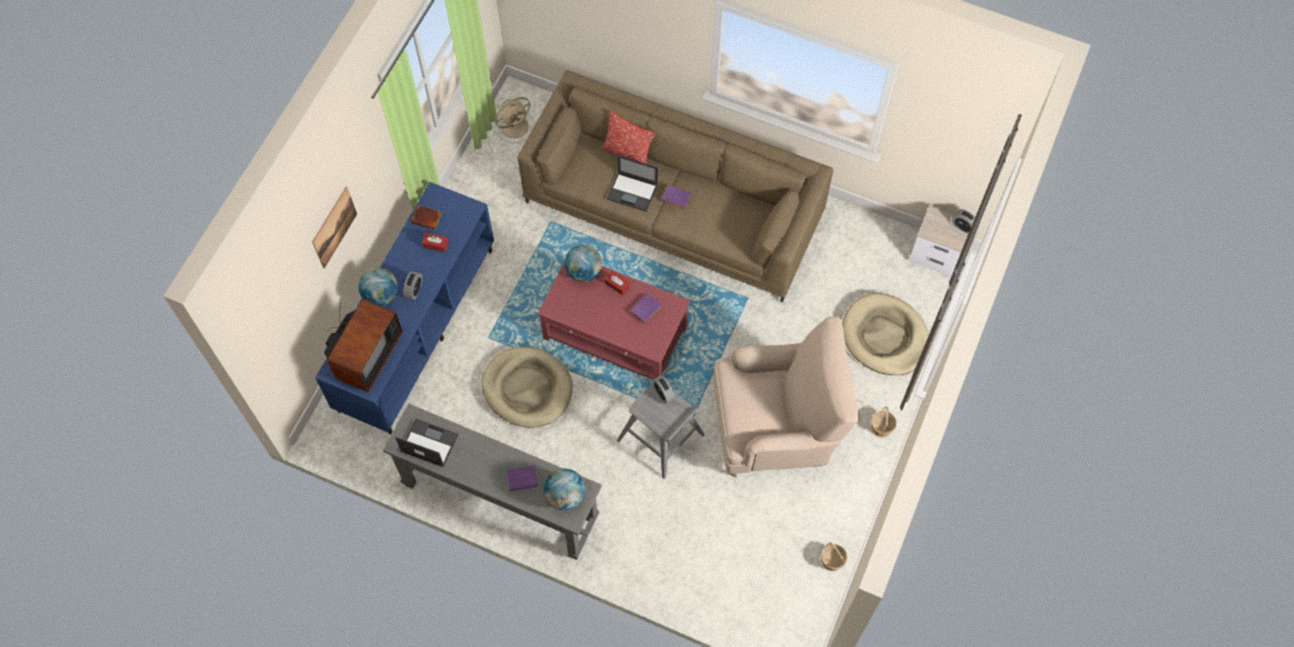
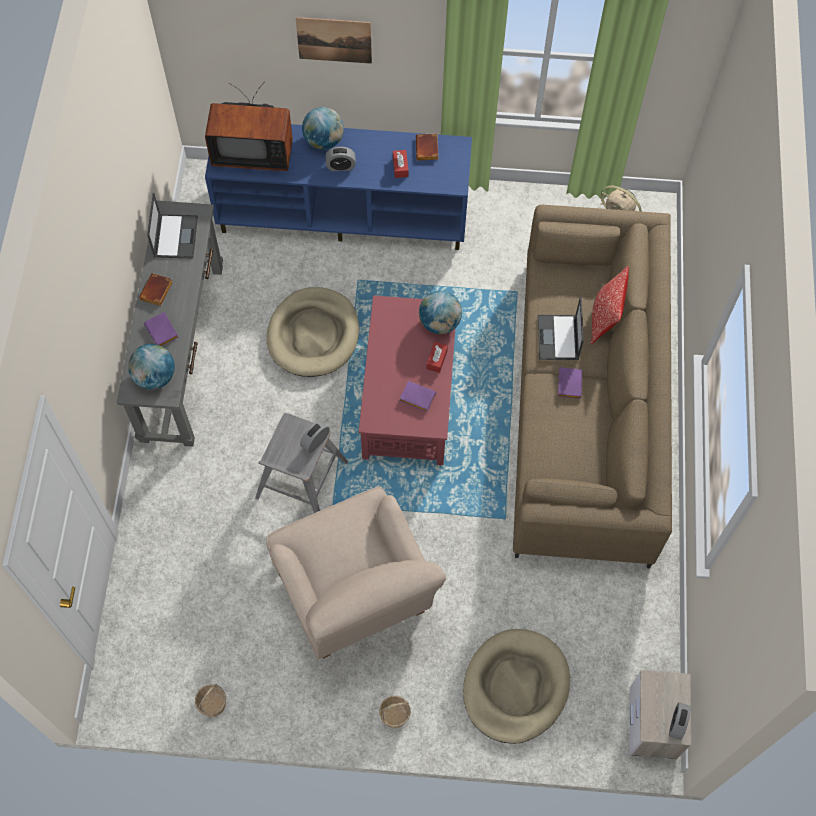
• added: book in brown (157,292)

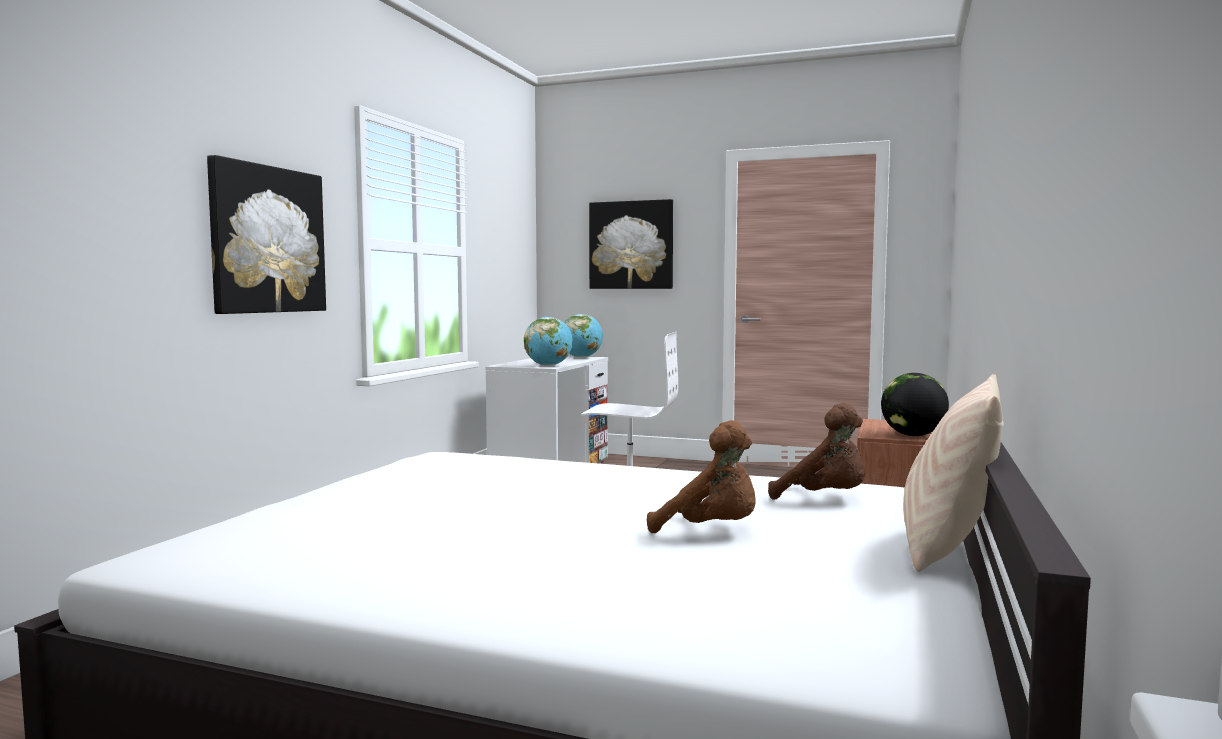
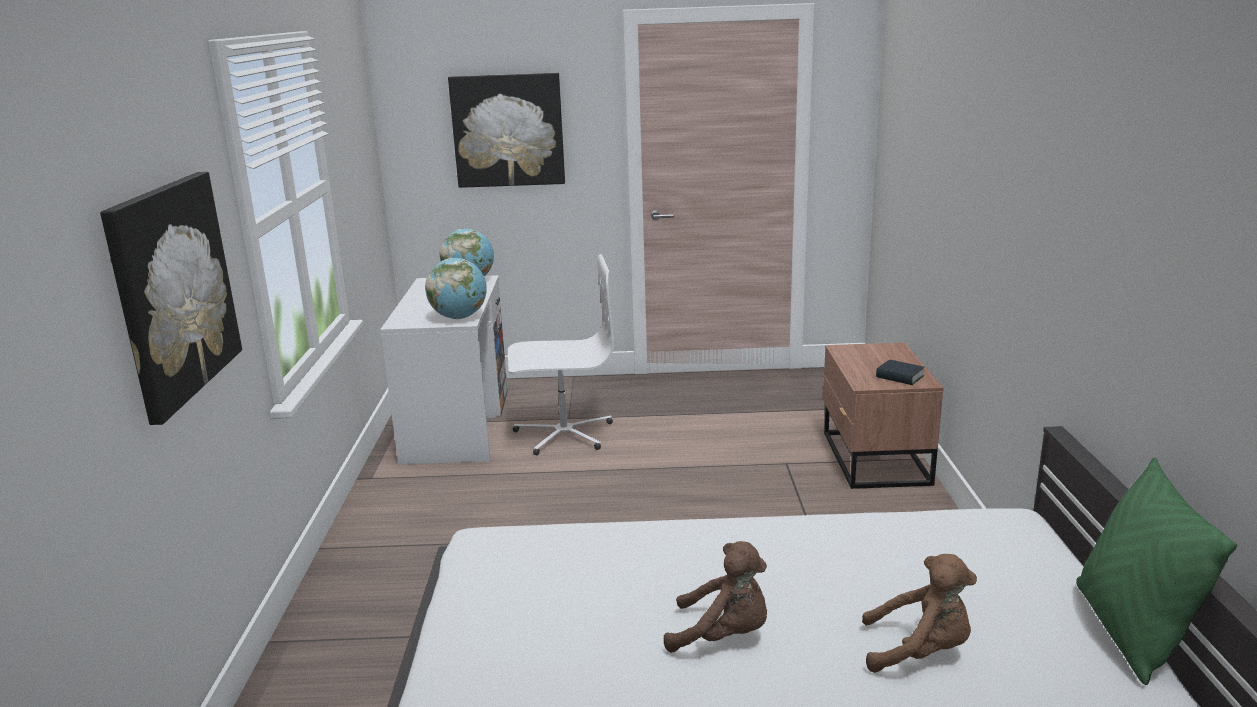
• moved: plush toy in brown (825,499) to (723,636)
• replaced: globe (913,435) to book (899,377)
• recoloured: pillow in beige (948,550) to pillow in green (1130,632)

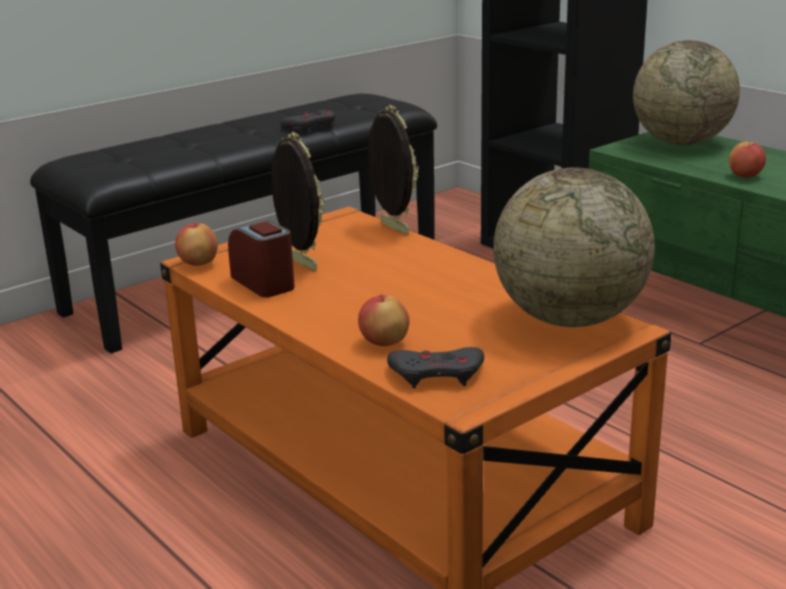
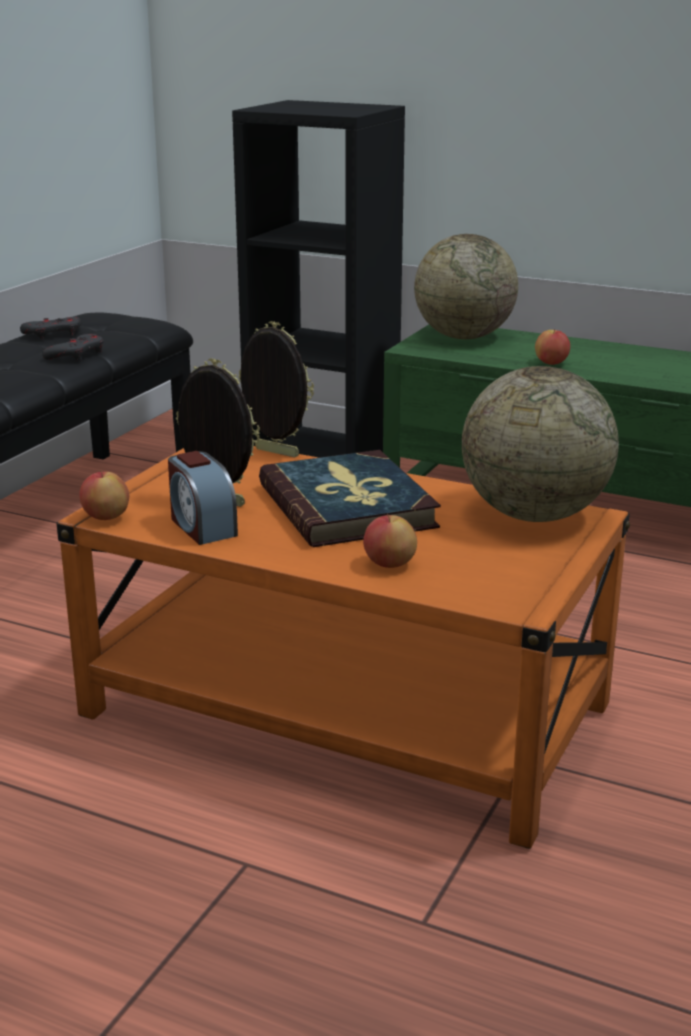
• added: book (348,506)
• moved: game controller in grey (437,374) to (54,334)
• turned: alarm clock (264,283) = (202,526) 150 degrees counterclockwise

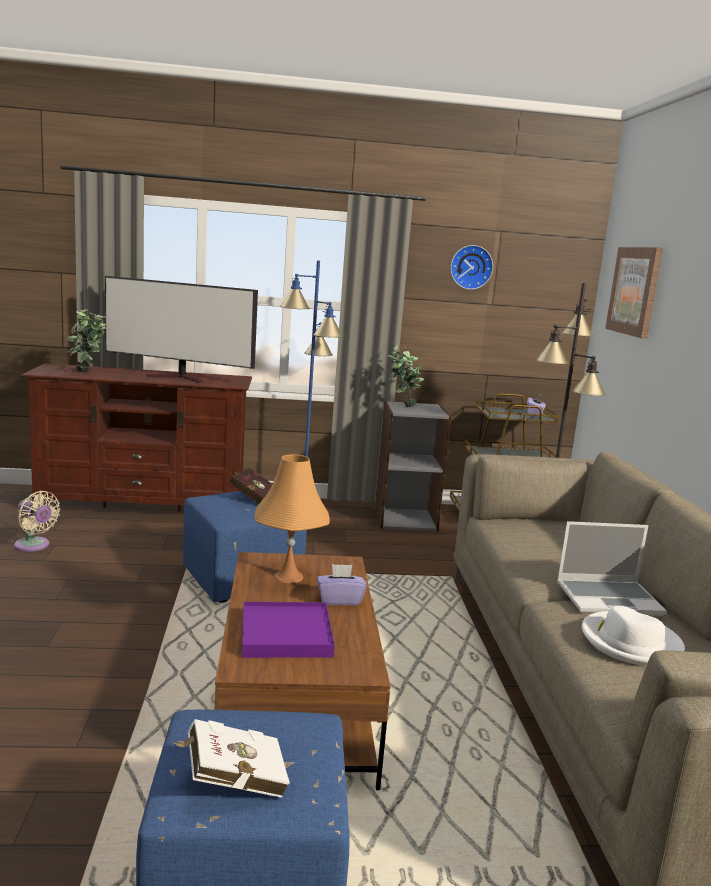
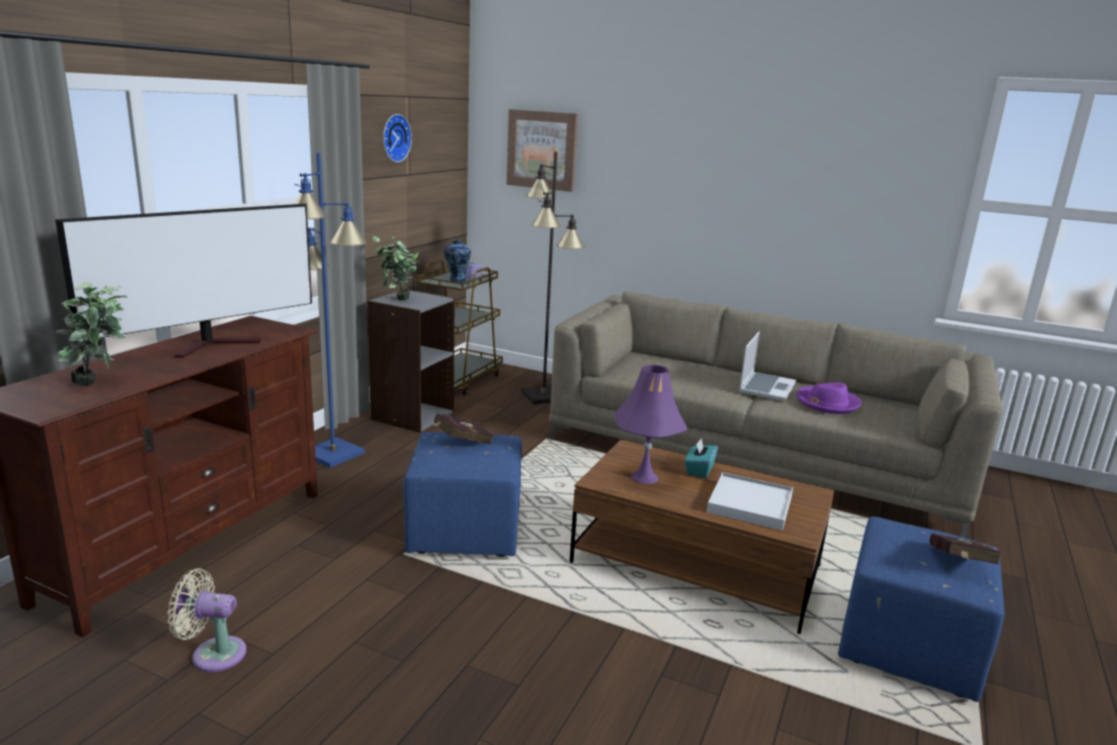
• added: vase (457,281)
• recoloured: book in white (231,780) to book in red (958,565)
• recoloured: tray in purple (286,634) to tray in white (749,504)
• recoloured: table lamp in orange (288,577) to table lamp in purple (644,477)
• recoloured: tissue box in purple (339,600) to tissue box in turquoise (699,470)
• recoloured: hat in white (630,642) to hat in purple (826,403)
• turned: fan in beige (34,546) = (213,654) 150 degrees counterclockwise

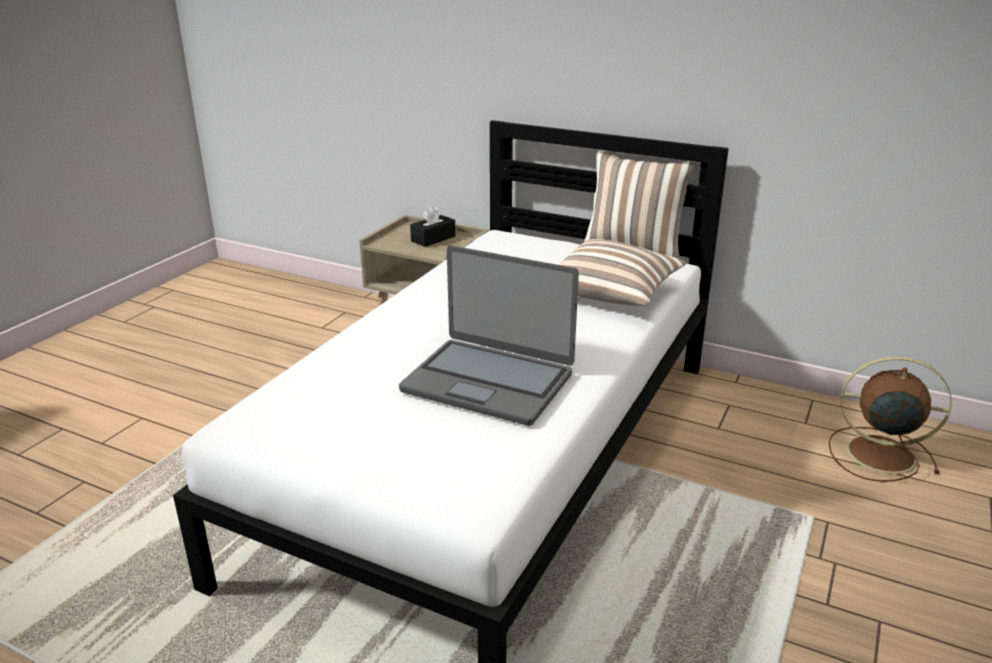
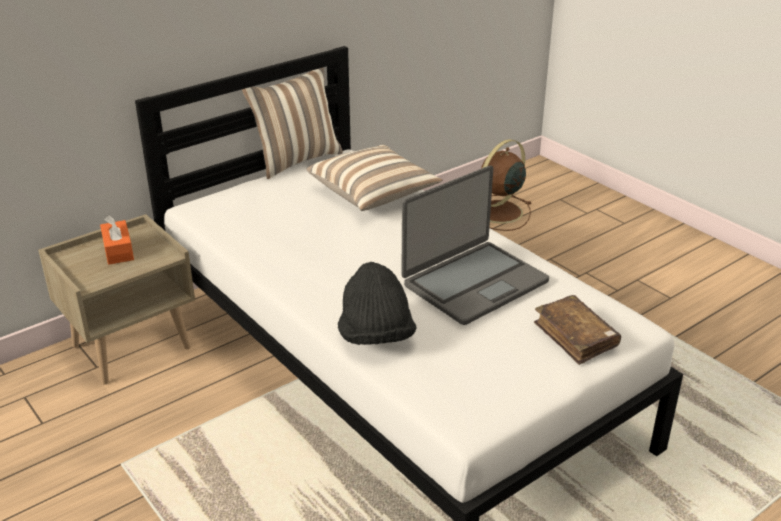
• added: hat in black (376,336)
• added: book in brown (575,337)
• recoloured: tissue box in black (433,239) to tissue box in orange (118,250)

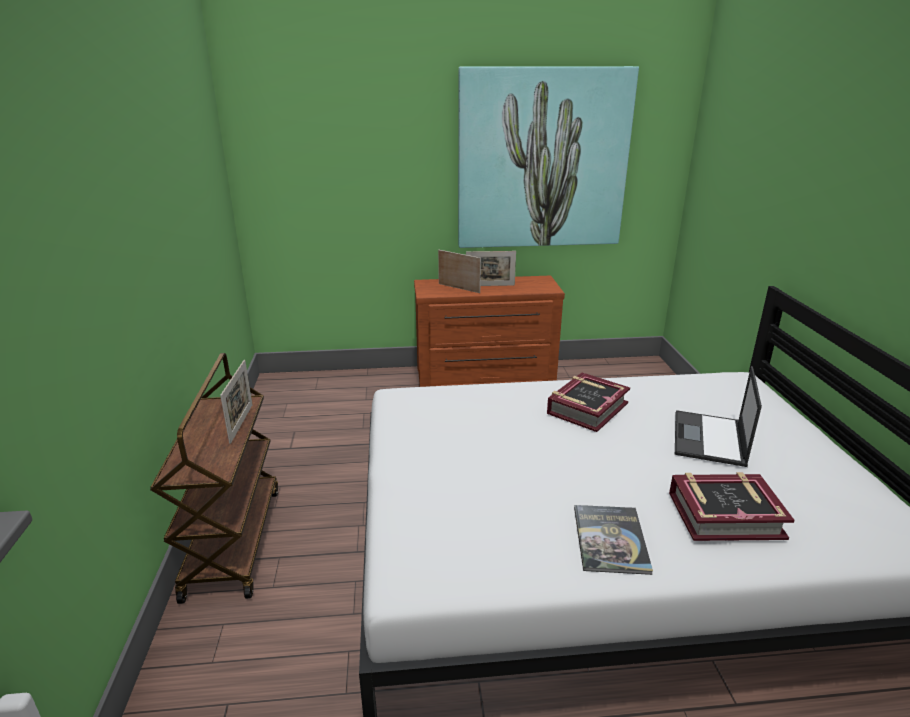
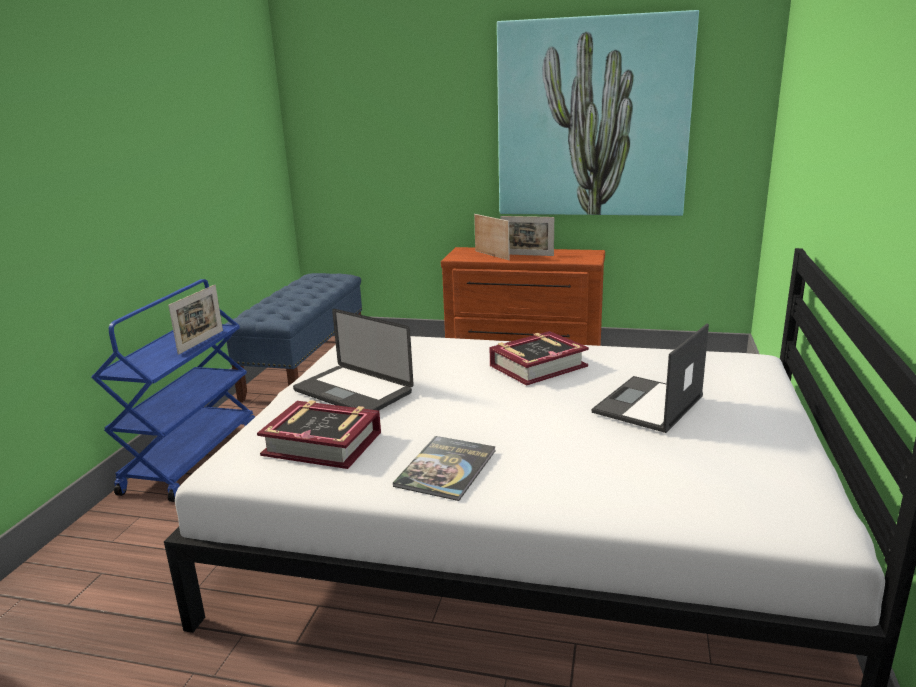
• added: bench in blue (306,369)
• added: laptop (353,392)
• moved: book (725,515) to (323,443)
• recoloured: cart in brown (233,540) to cart in blue (191,458)

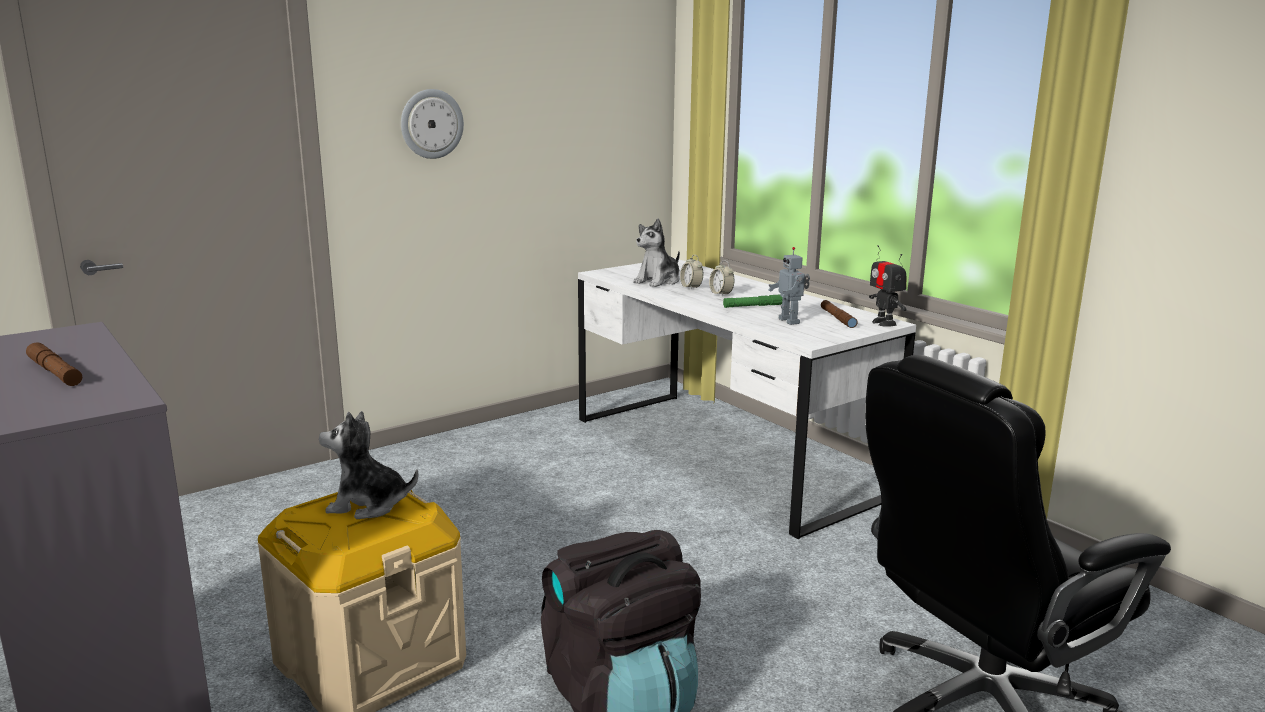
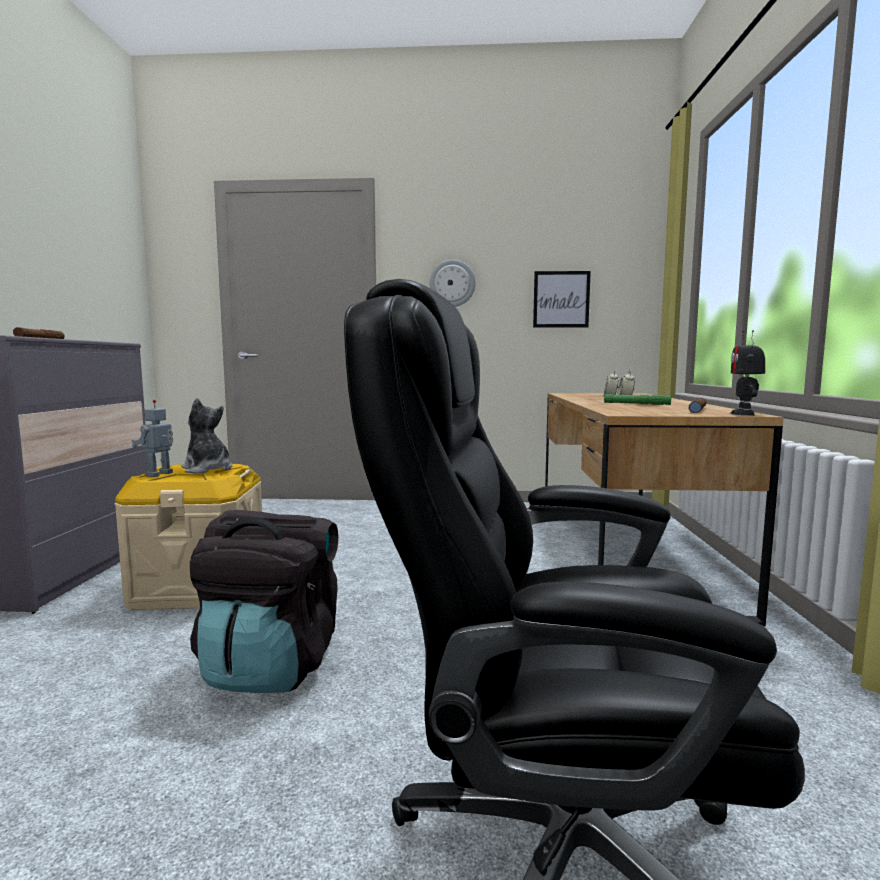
• removed: plush toy (658,281)
• added: picture (561,299)
• moved: toy robot (790,321) to (160,474)
• recoloured: desk in white (723,455) to desk in brown (623,553)

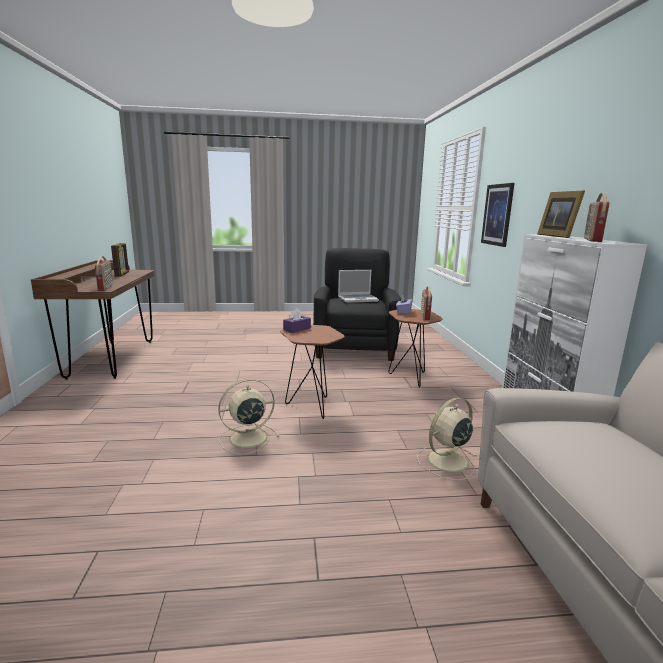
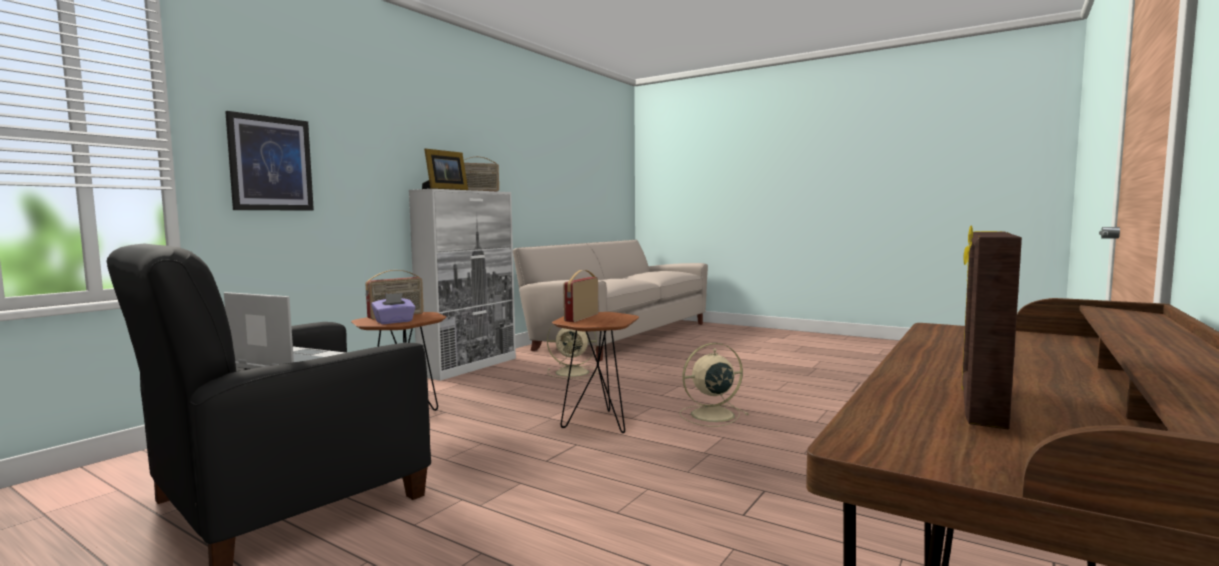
• removed: tissue box in purple (297,329)
• moved: radio (106,287) to (581,317)
• turned: fan in beige (246,438) = (710,415) 150 degrees clockwise

